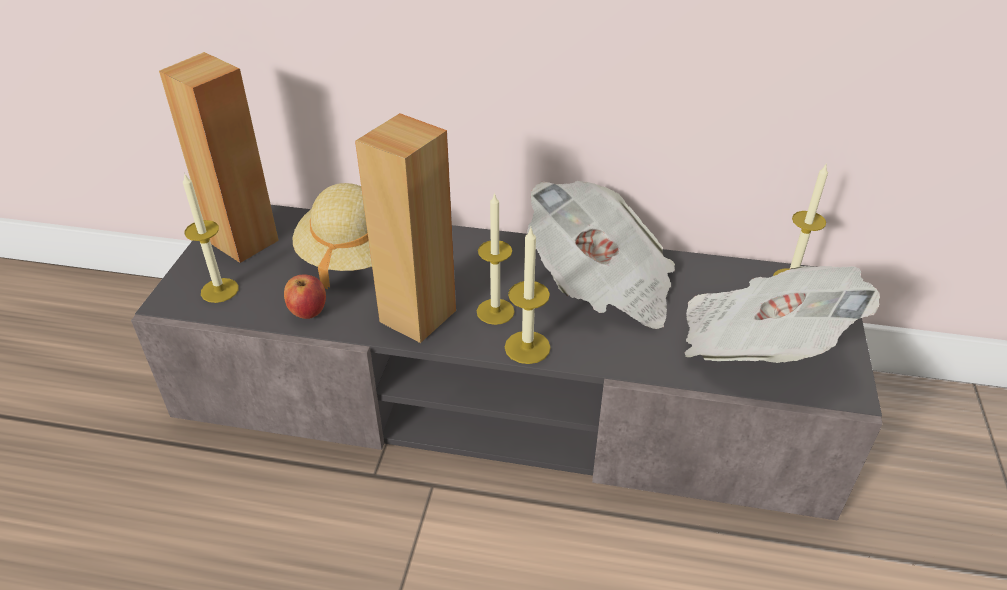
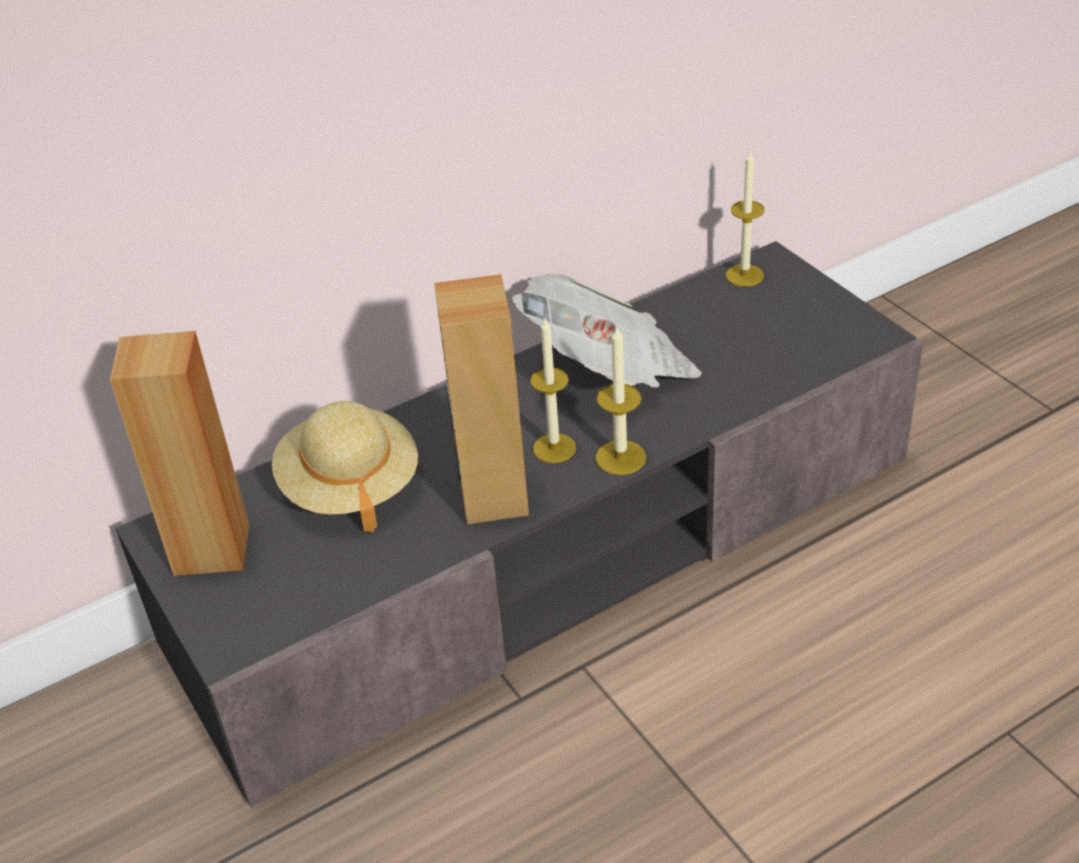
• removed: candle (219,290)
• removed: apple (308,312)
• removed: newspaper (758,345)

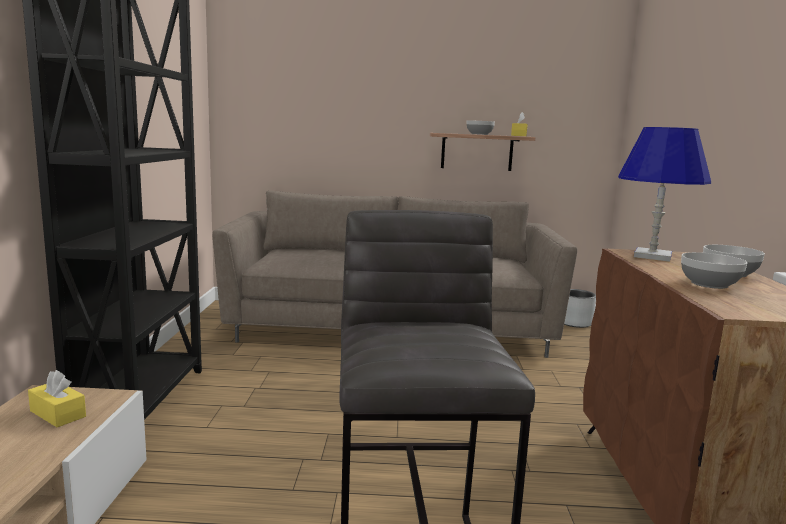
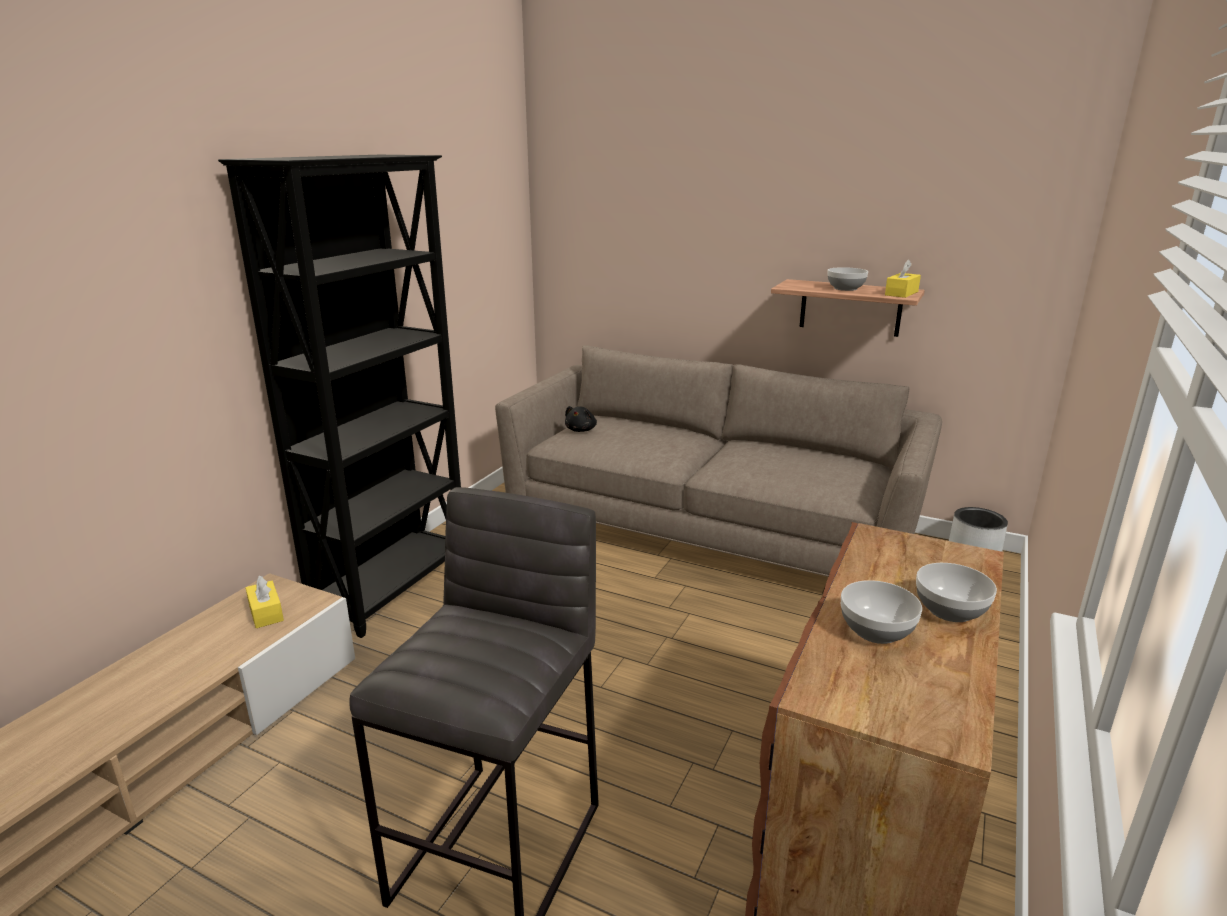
• removed: table lamp in blue (652,256)
• added: plush toy in black (581,430)

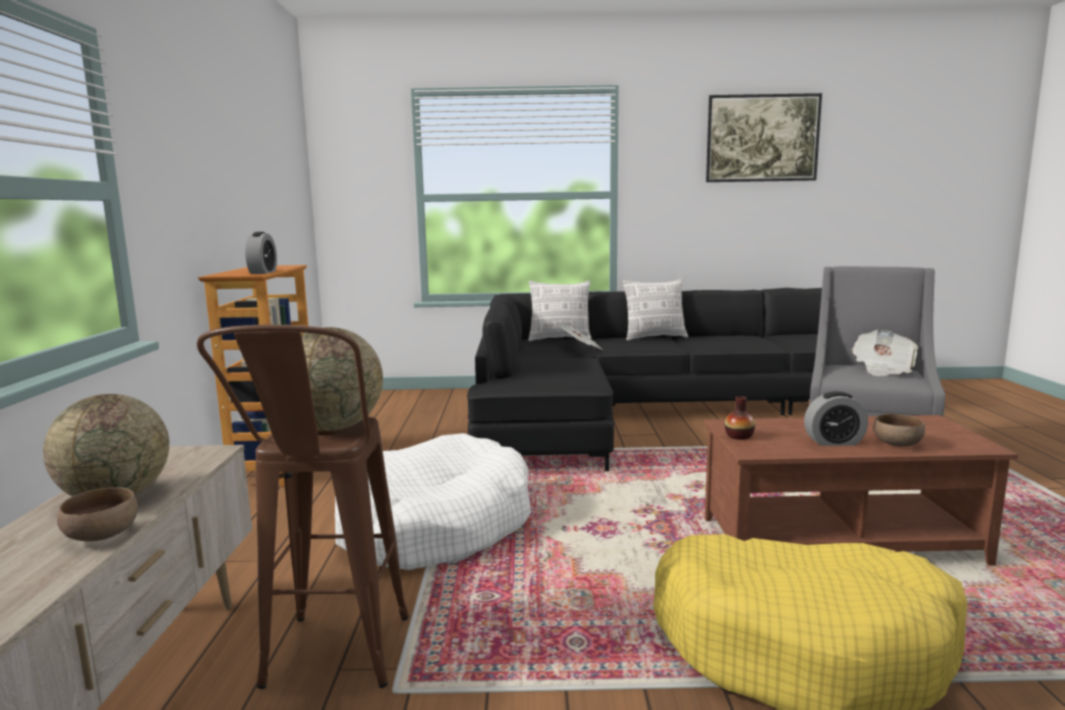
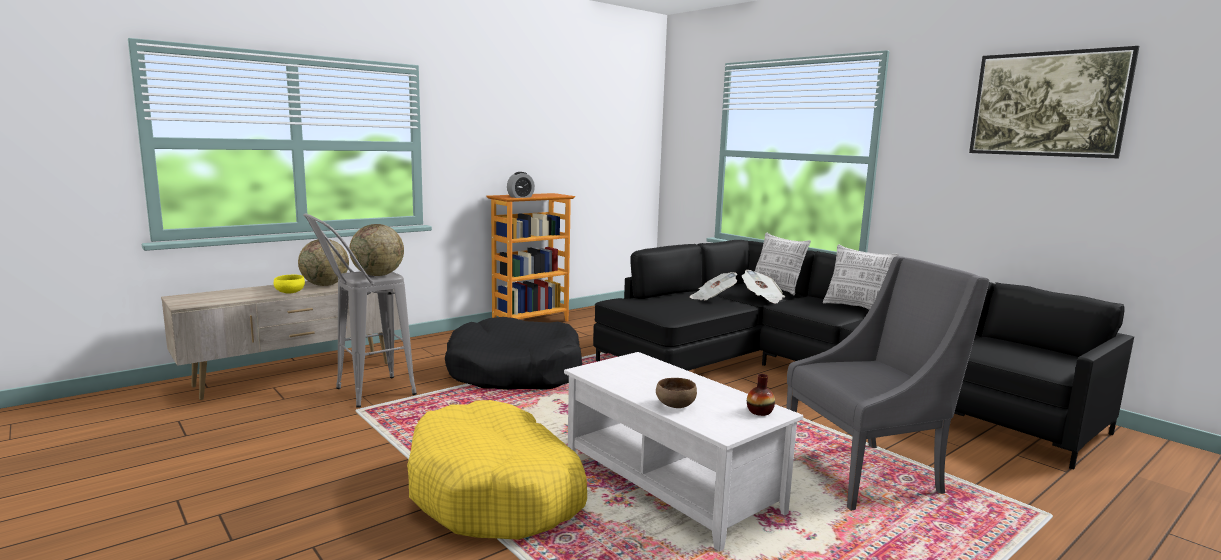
• removed: alarm clock (834,442)
• moved: vase (739,436) to (759,412)
• moved: newspaper (882,369) to (712,298)
• recoloured: bowl in brown (103,536) to bowl in yellow (290,293)
• recoloured: stool in brown (331,667) to stool in grey (363,394)
• recoloured: dog bed in white (435,525) to dog bed in black (514,372)
• recoloured: coffee table in brown (838,540) to coffee table in white (671,483)

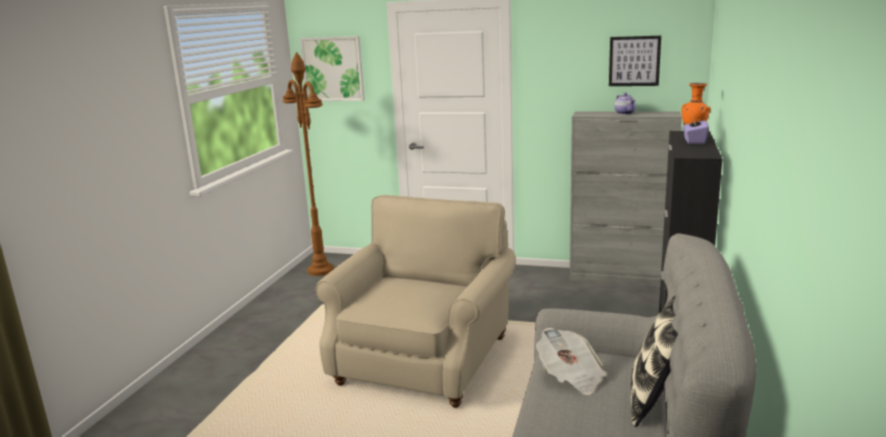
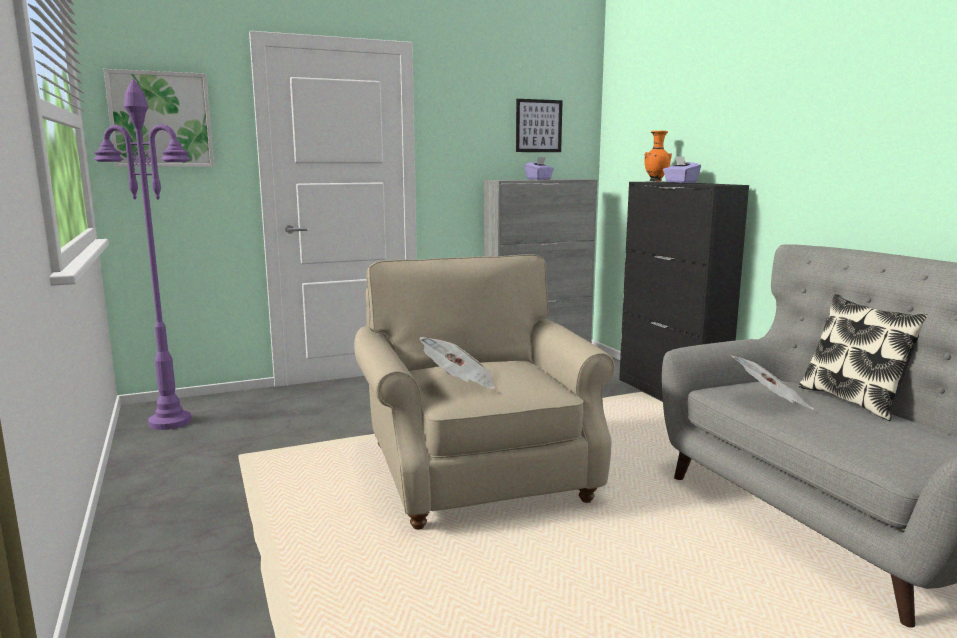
• added: newspaper (459,383)
• replaced: teapot (625,113) to tissue box in purple (539,179)
• recoloured: floor lamp in brown (321,271) to floor lamp in purple (171,422)

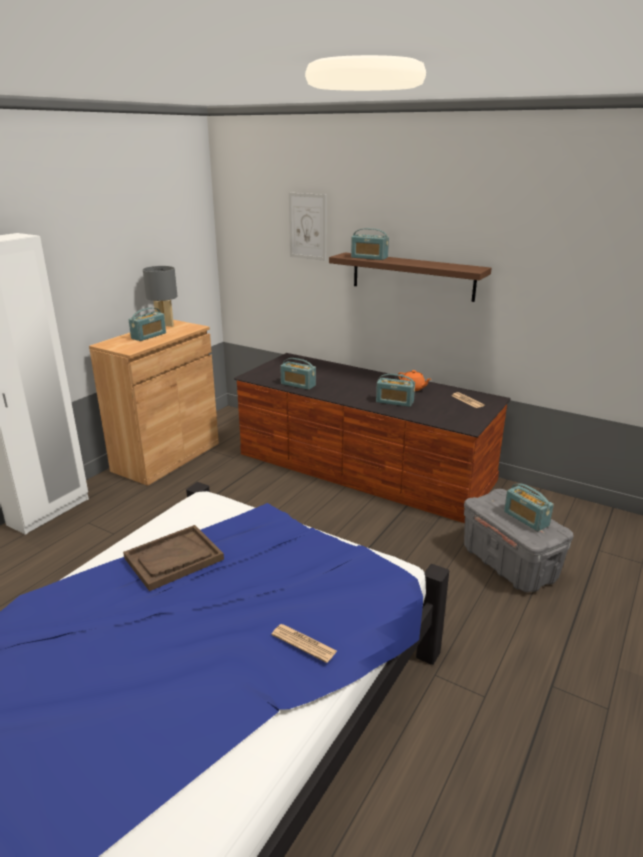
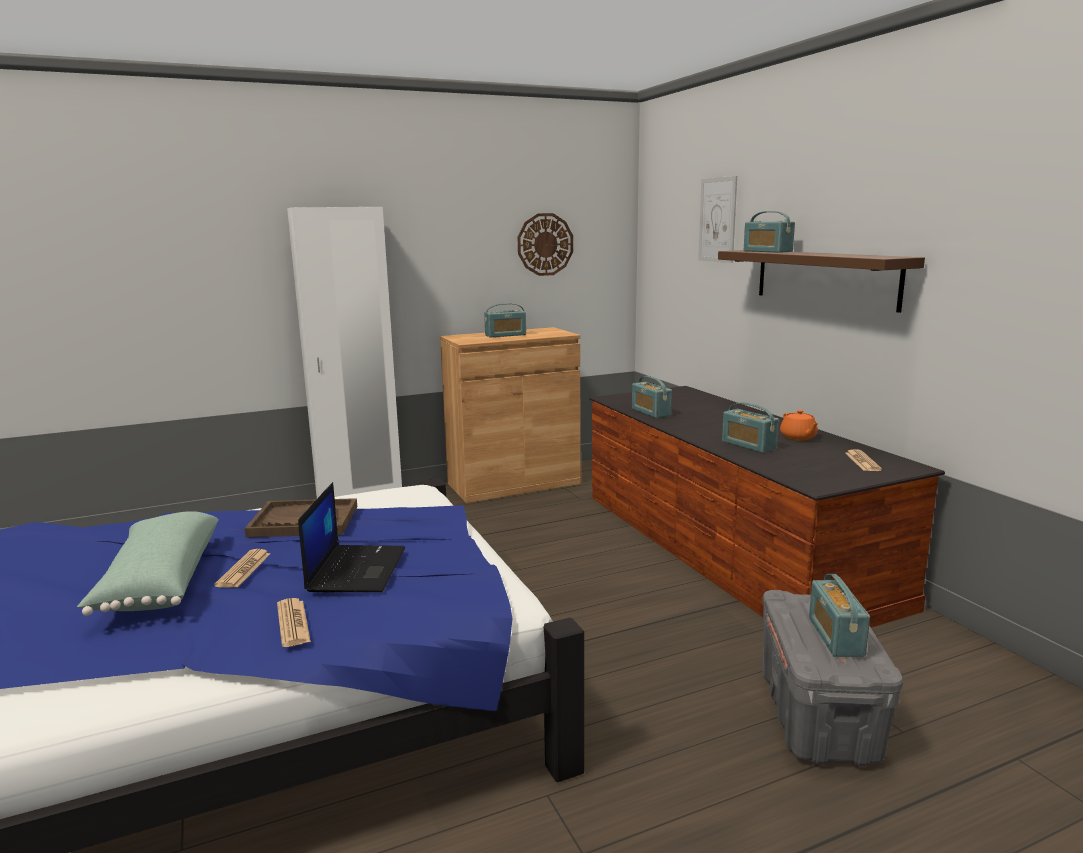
• removed: table lamp in grey (165,325)
• added: pillow in green (158,582)
• added: newspaper (244,569)
• added: laptop (356,569)
• added: wall clock (545,244)

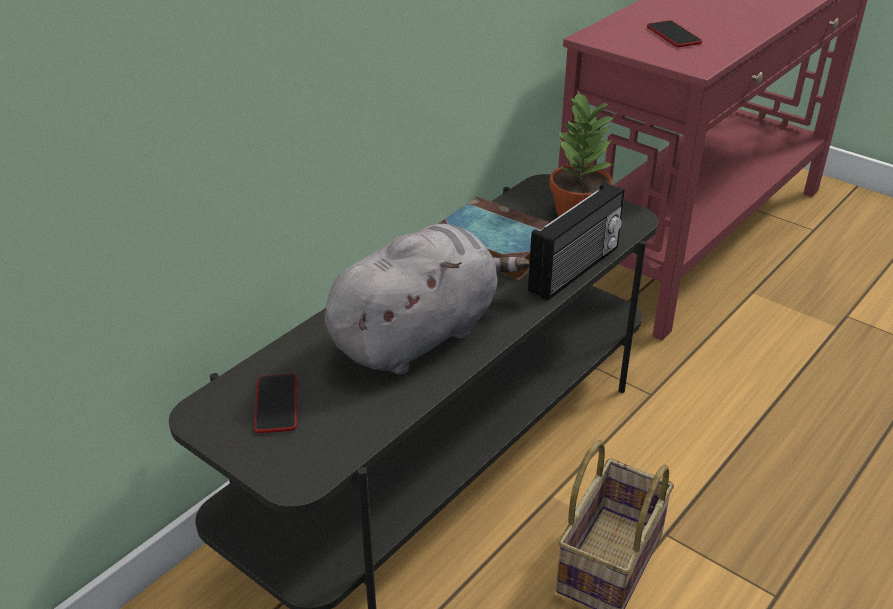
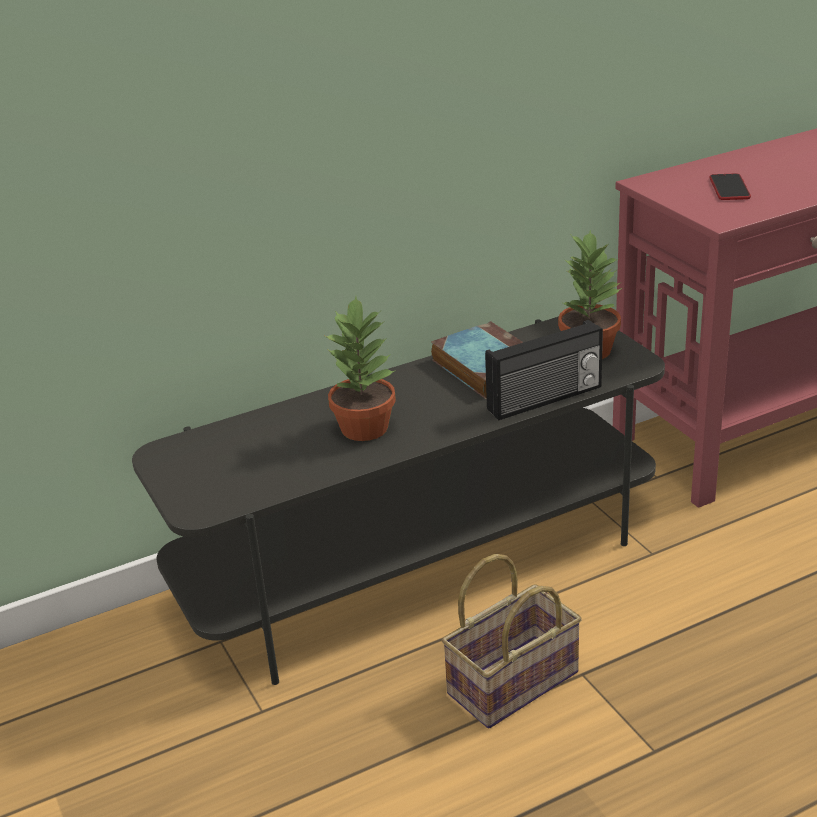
• removed: phone (276,404)
• replaced: plush toy in grey (419,335) to potted plant (366,428)

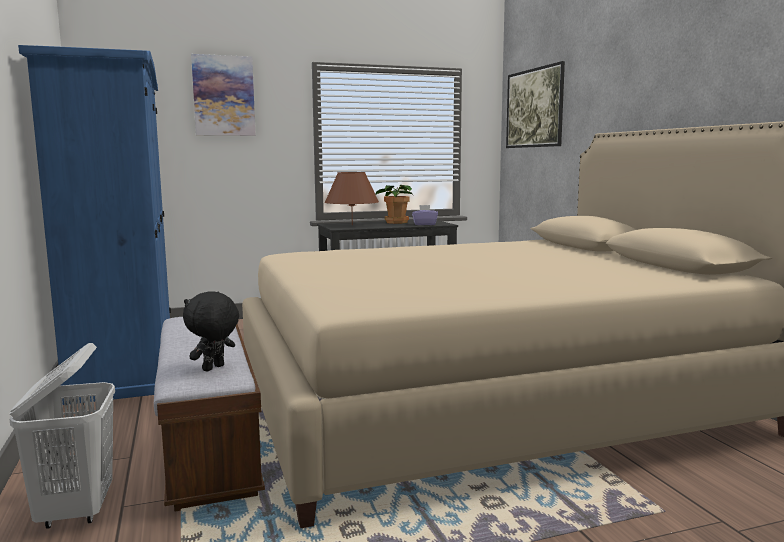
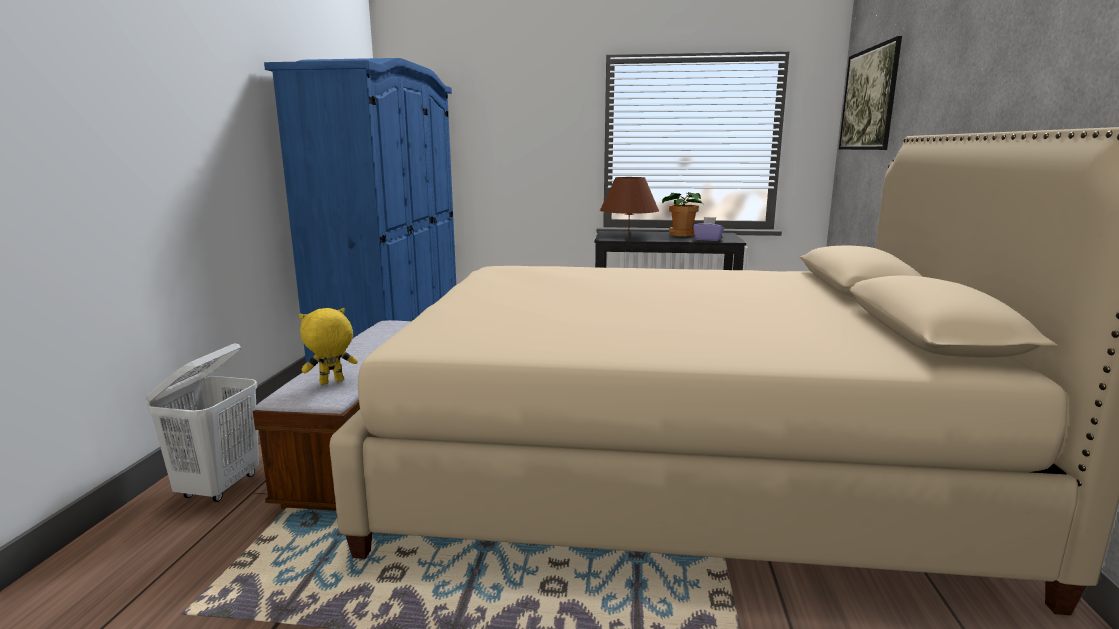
• removed: picture (223,96)
• recoloured: plush toy in black (214,368) to plush toy in yellow (331,382)

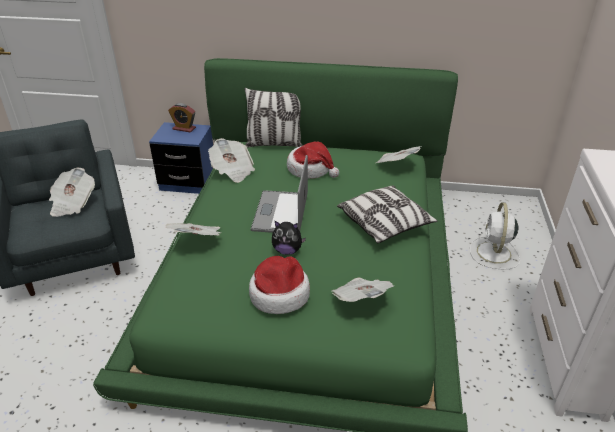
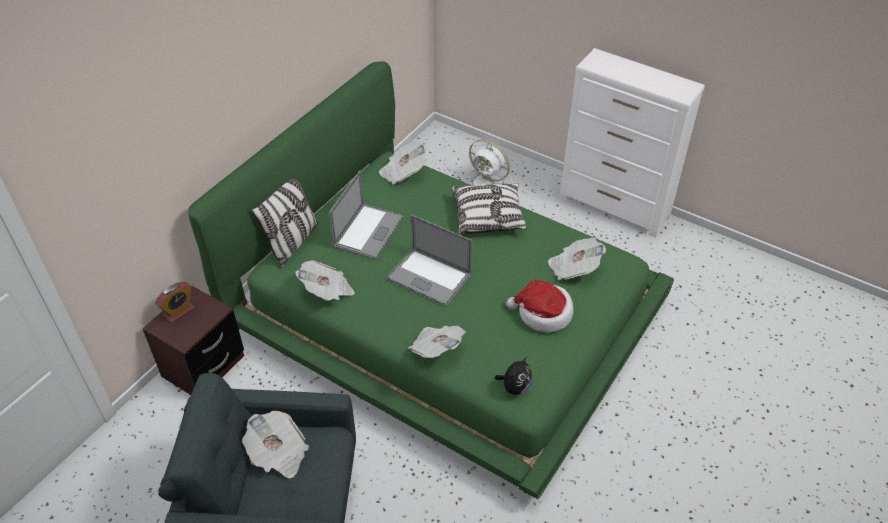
• moved: plush toy (287,250) to (515,387)
• replaced: hat (311,169) to laptop (368,231)
• recoloured: nightstand in blue (188,182) to nightstand in brown (203,366)

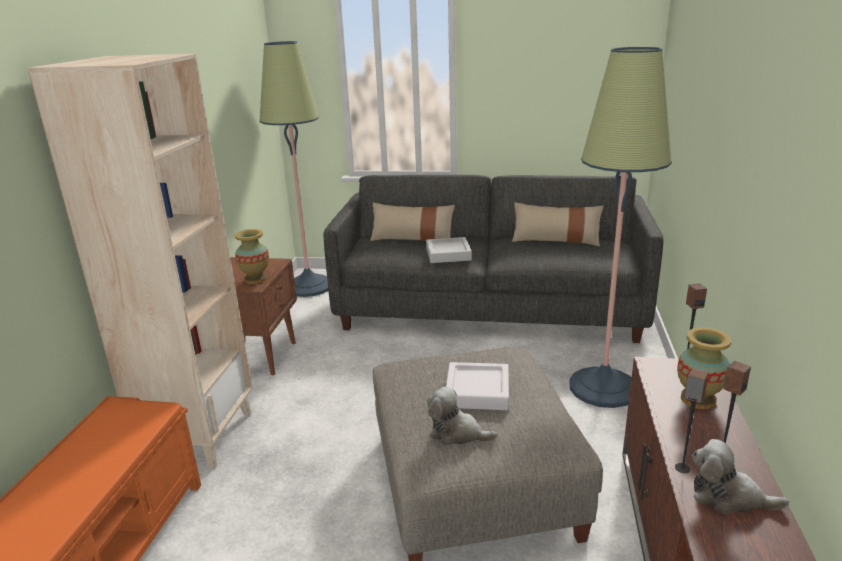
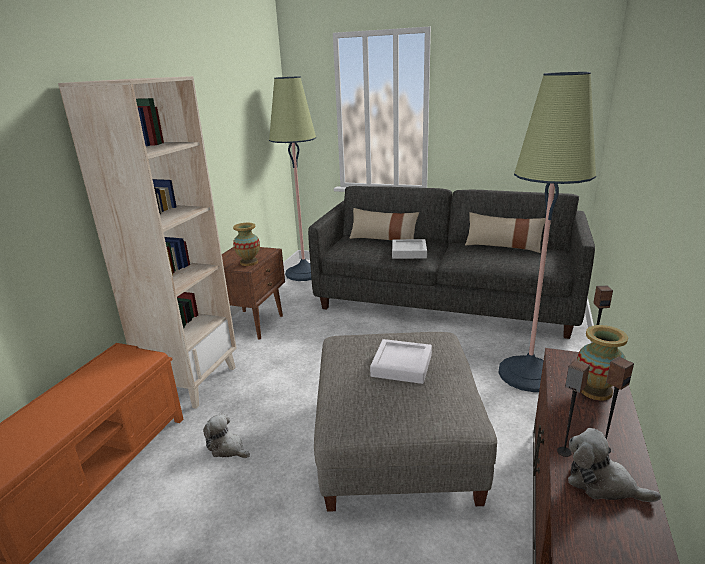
• moved: plush toy (457,433) to (227,448)

